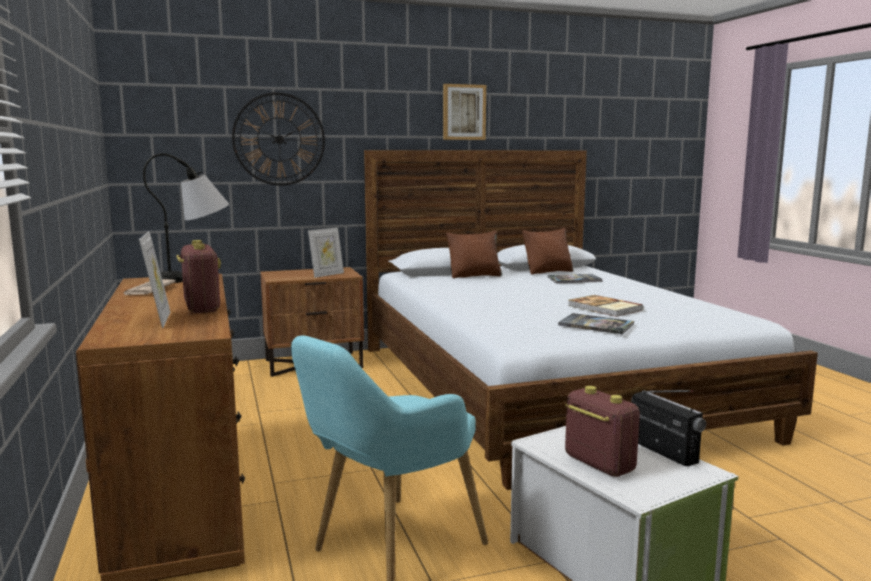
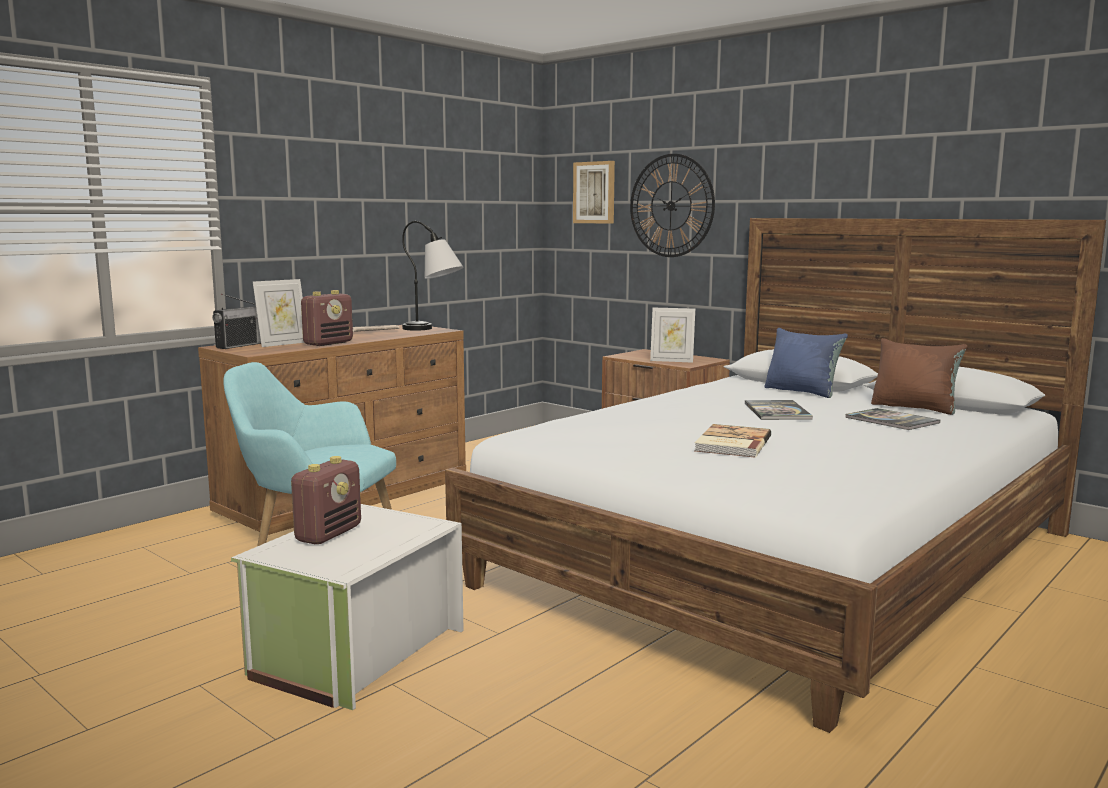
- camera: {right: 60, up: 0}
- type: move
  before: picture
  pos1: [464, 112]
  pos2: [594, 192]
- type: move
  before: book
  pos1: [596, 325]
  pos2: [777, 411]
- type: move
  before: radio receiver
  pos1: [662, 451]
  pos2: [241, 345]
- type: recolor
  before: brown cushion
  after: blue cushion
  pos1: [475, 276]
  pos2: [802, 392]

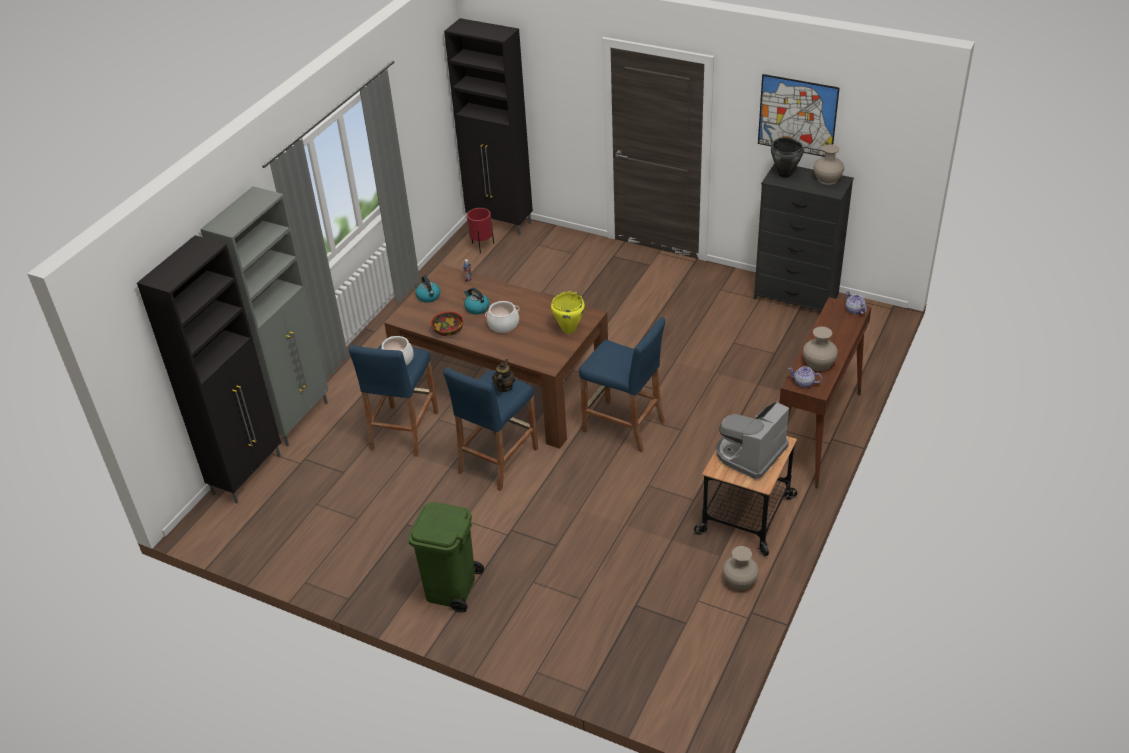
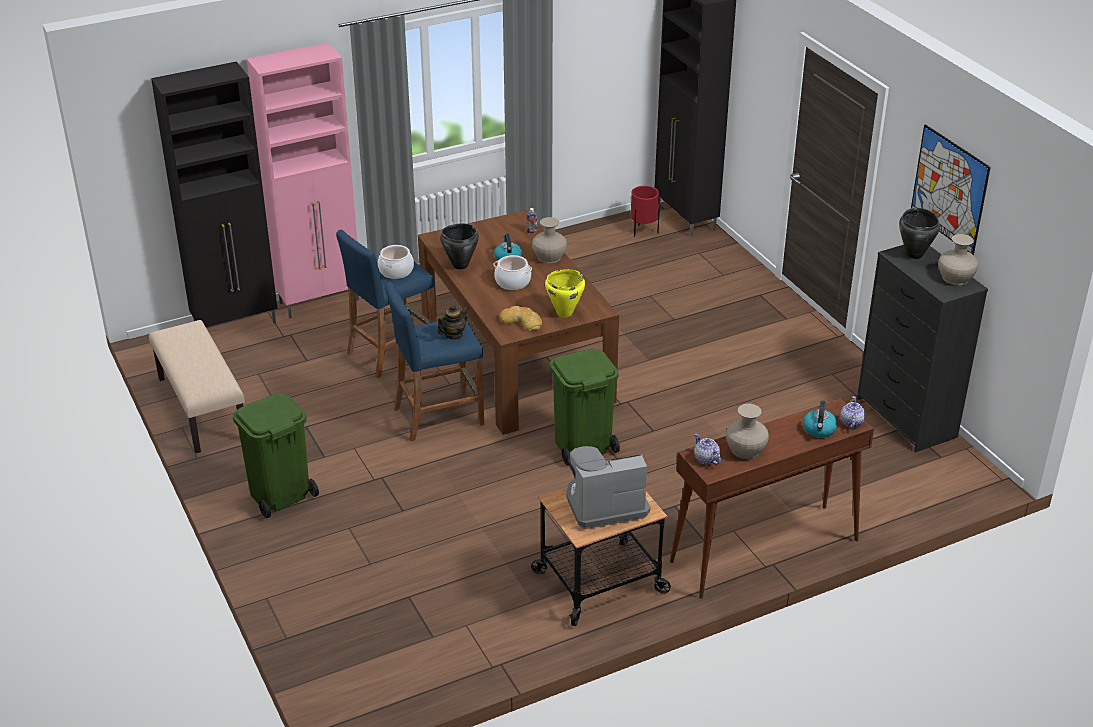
- camera: {right: 35, up: -5}
- type: insert
  after: beige long seat
  pos2: [201, 408]
- type: insert
  after: baked bread
  pos2: [521, 321]
- type: move
  before: water kettle
  pos1: [429, 297]
  pos2: [819, 430]
- type: move
  before: beige vase
  pos1: [739, 581]
  pos2: [549, 257]
- type: replace
  before: serving bowl
  after: black-coloured saucepot
  pos1: [448, 331]
  pos2: [460, 265]
- type: replace
  before: blue stool seat
  after: greenish rubbish bin
  pos1: [623, 426]
  pos2: [582, 446]
- type: recolor
  before: grey cupboard
  after: pink-coloured cupboard
  pos1: [297, 420]
  pos2: [320, 301]

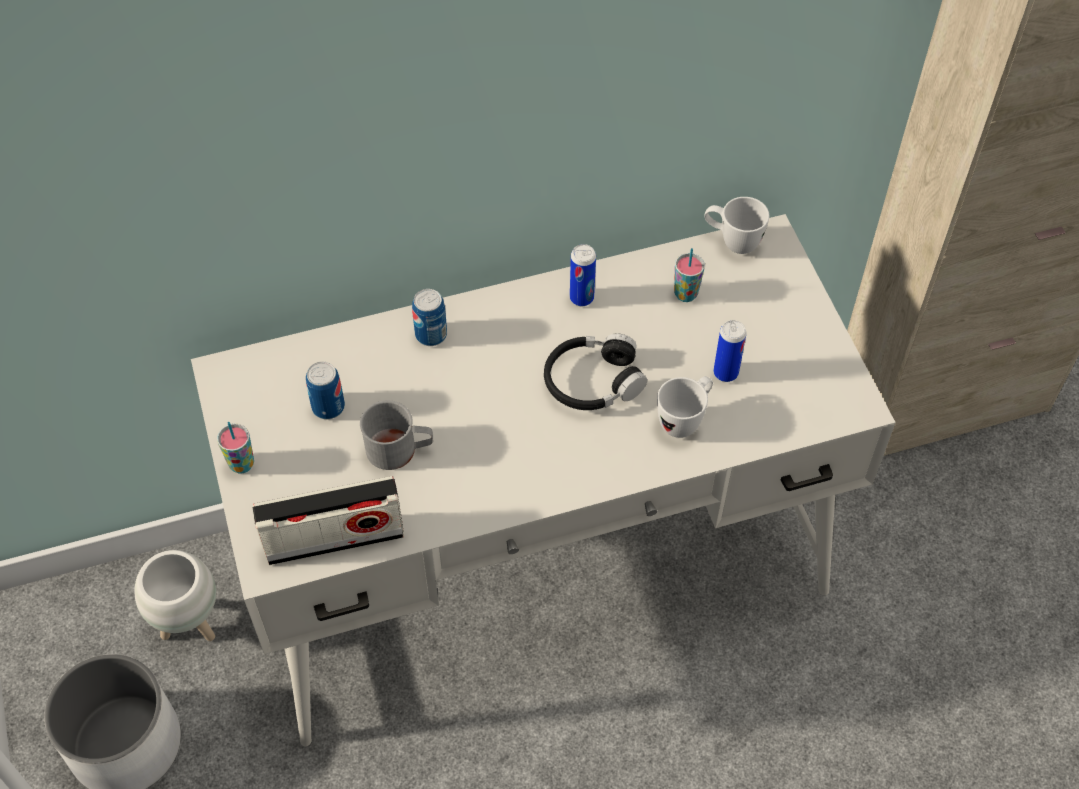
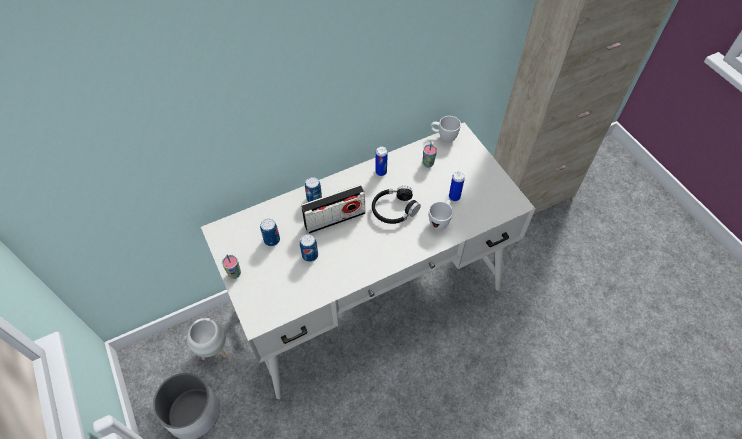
- camera: {right: -10, up: 0}
- type: move
  before: radio receiver
  pos1: [334, 540]
  pos2: [335, 219]
- type: replace
  before: grey coffee mug
  after: sealed can
  pos1: [399, 449]
  pos2: [310, 255]

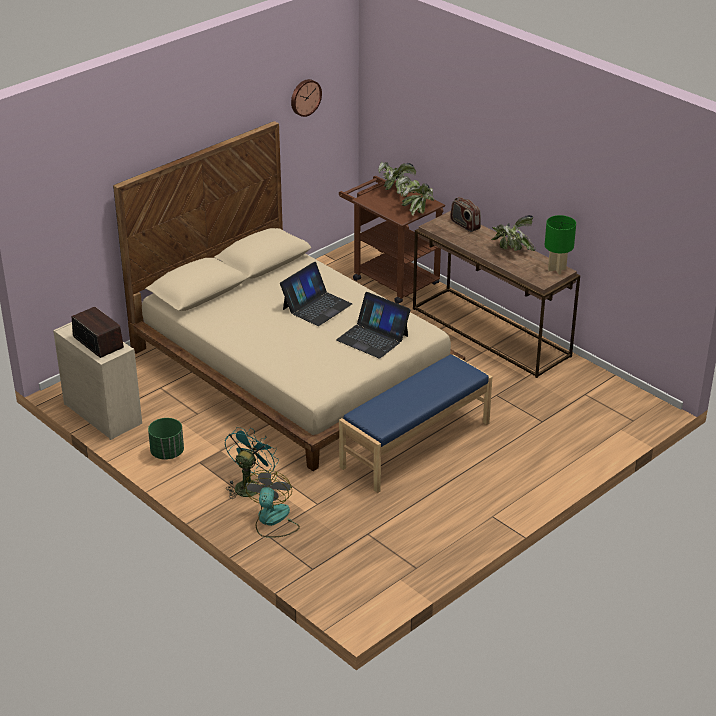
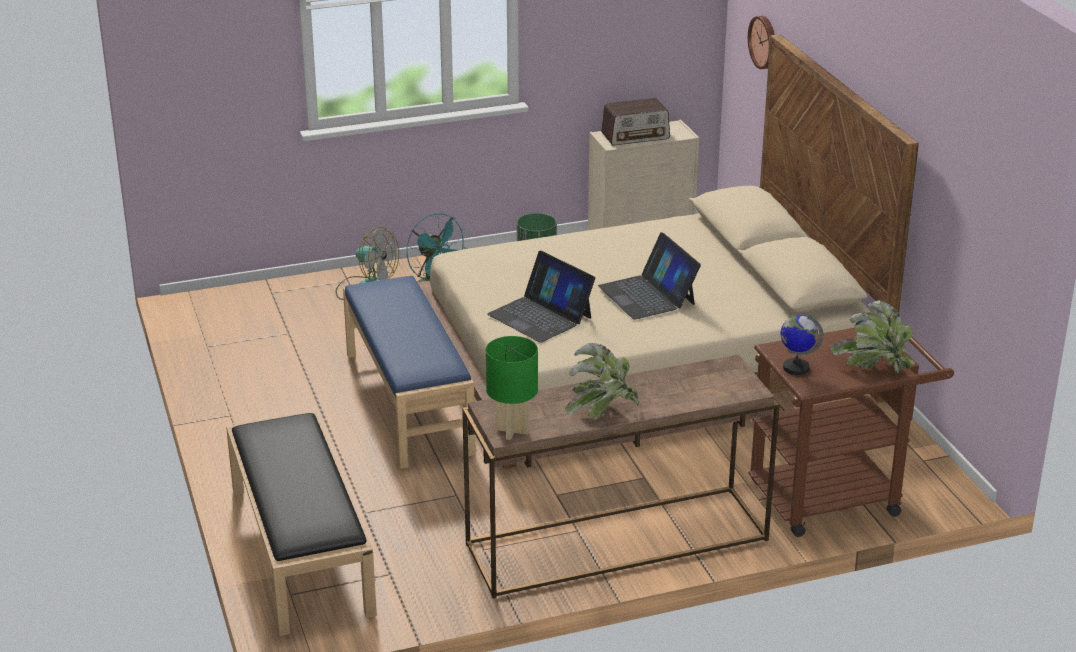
- camera: {right: 115, up: -5}
- type: delete
  before: radio receiver
  pos1: [465, 225]
- type: insert
  after: black-coloured long seat
  pos2: [299, 548]
- type: move
  before: hanging clock
  pos1: [305, 97]
  pos2: [764, 42]
- type: replace
  before: plant in a pot
  after: globe
  pos1: [416, 210]
  pos2: [796, 368]
- type: rotate
  before: laptop
  pos1: [373, 338]
  pos2: [540, 316]
  turn: -105

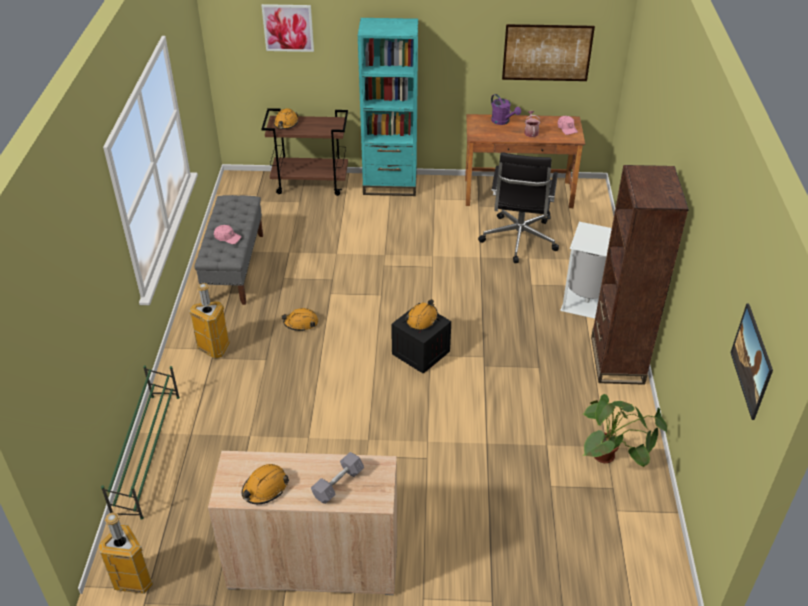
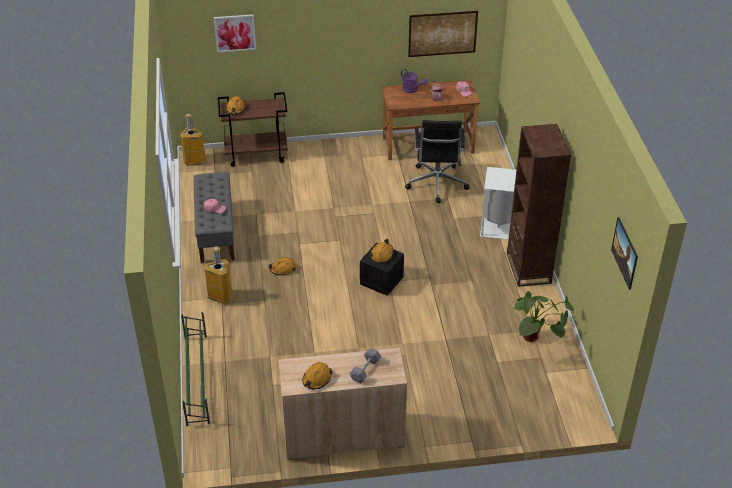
- camera: {right: -10, up: 0}
- type: delete
  before: turquoise-coloured shelving unit
  pos1: [390, 185]
- type: move
  before: rubbish bin
  pos1: [134, 581]
  pos2: [195, 162]

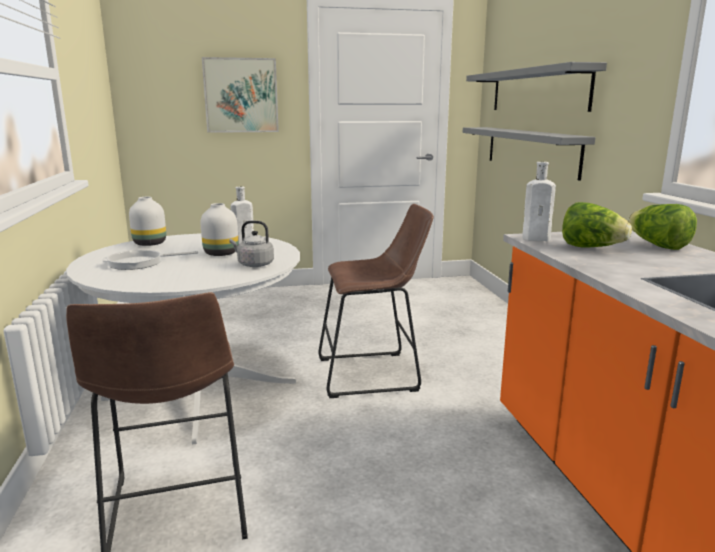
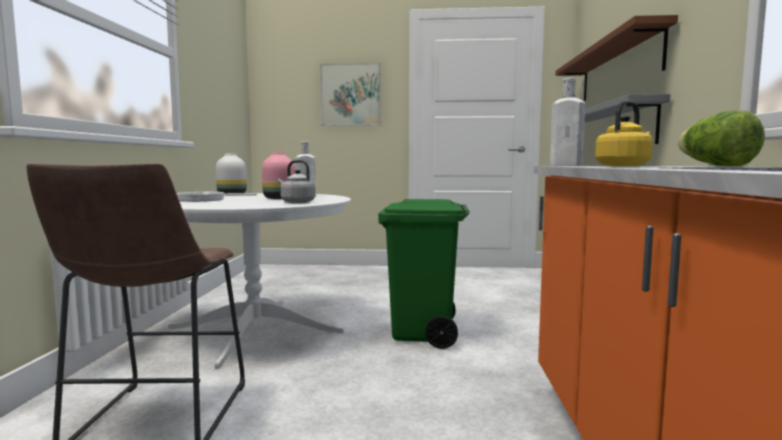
- camera: {right: 15, up: -10}
- type: replace
  before: brown stool seat
  after: greenish rubbish bin
  pos1: [374, 374]
  pos2: [423, 333]
- type: replace
  before: lettuce
  after: yellow-coloured water kettle
  pos1: [591, 247]
  pos2: [624, 166]
- type: recolor
  before: white-coloured vase
  after: pink-coloured vase
  pos1: [220, 253]
  pos2: [279, 198]
- type: recolor
  before: grey wall shelf
  after: brown wall shelf
  pos1: [537, 90]
  pos2: [618, 68]

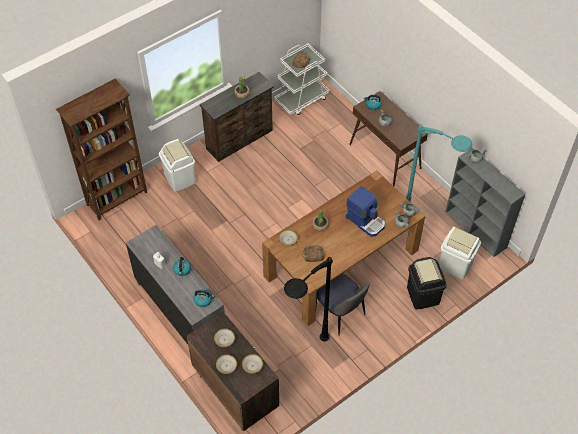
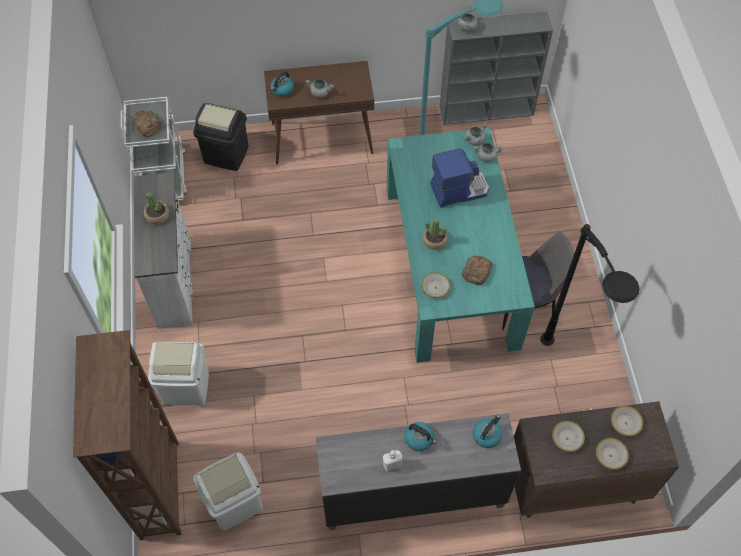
- camera: {right: -60, up: 5}
- type: move
  before: black-coloured rubbish bin
  pos1: [422, 295]
  pos2: [226, 155]
- type: move
  before: white-coloured rubbish bin
  pos1: [455, 265]
  pos2: [234, 502]
- type: recolor
  before: brown chest of drawers
  after: white-coloured chest of drawers
  pos1: [240, 140]
  pos2: [175, 279]
- type: recolor
  before: brown dinner table
  after: turquoise-coloured dinner table
  pos1: [341, 263]
  pos2: [450, 266]

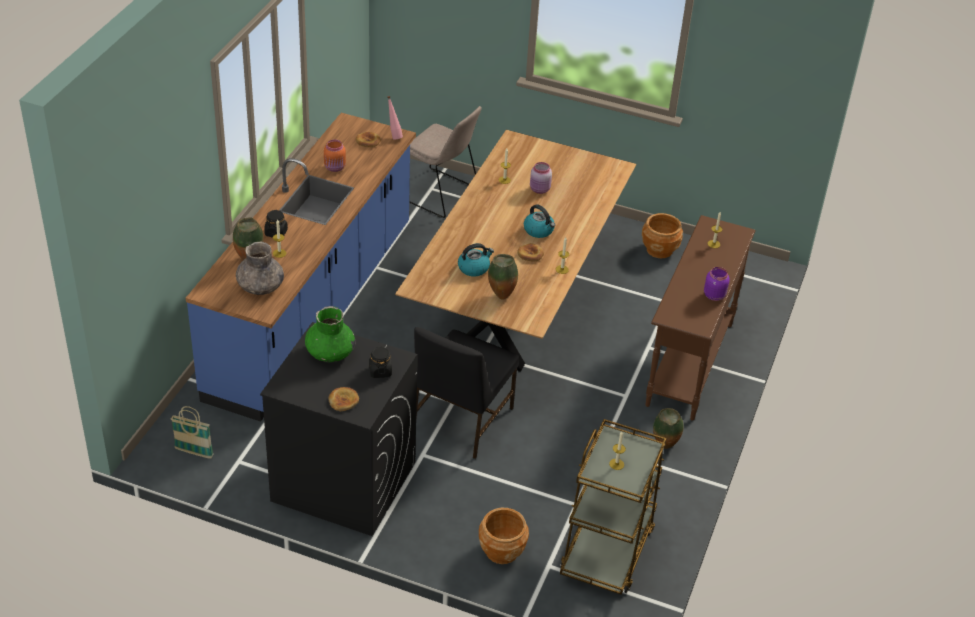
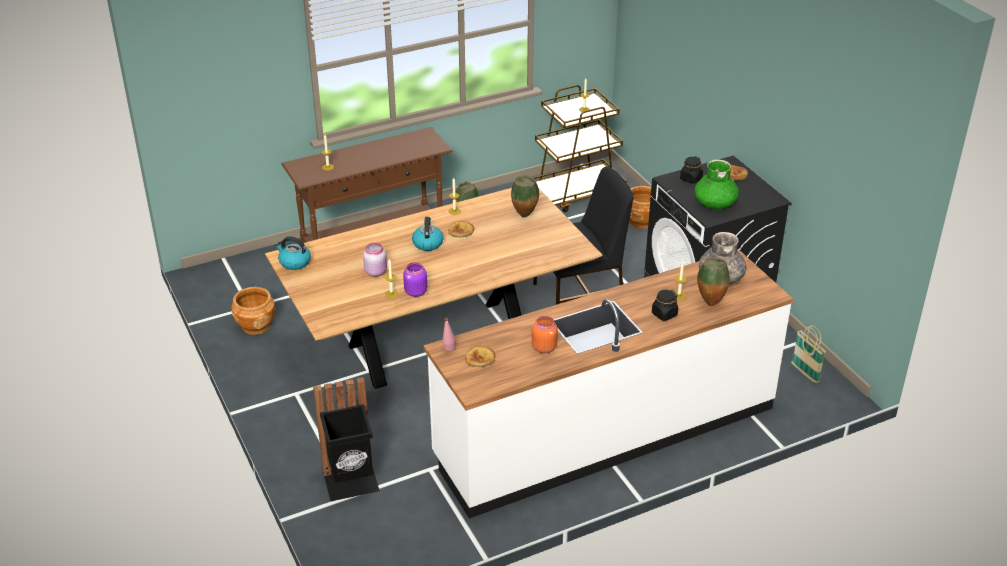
- camera: {right: -135, up: -5}
- type: move
  before: water kettle
  pos1: [474, 268]
  pos2: [294, 262]
- type: move
  before: purple-coloured storage jar
  pos1: [715, 295]
  pos2: [415, 292]
- type: replace
  before: beige plain chair
  after: black-coloured rubbish bin
  pos1: [440, 194]
  pos2: [352, 483]
- type: recolor
  before: blue kitchen base unit
  after: white-coloured kitchen base unit
  pos1: [313, 311]
  pos2: [605, 432]

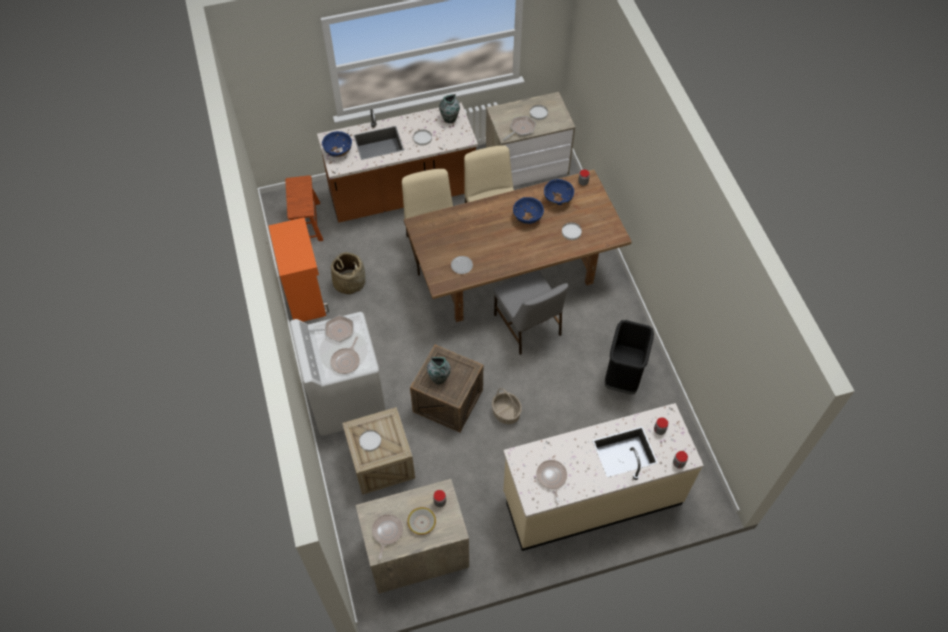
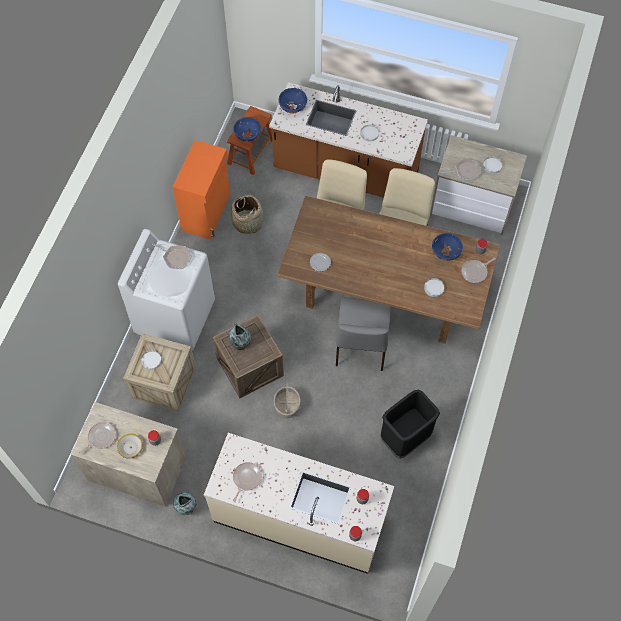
- camera: {right: 35, up: 5}
- type: move
  before: frying pan
  pos1: [346, 361]
  pos2: [475, 272]
- type: move
  before: vase
  pos1: [449, 119]
  pos2: [186, 508]
- type: move
  before: blue serving bowl
  pos1: [527, 218]
  pos2: [248, 136]

